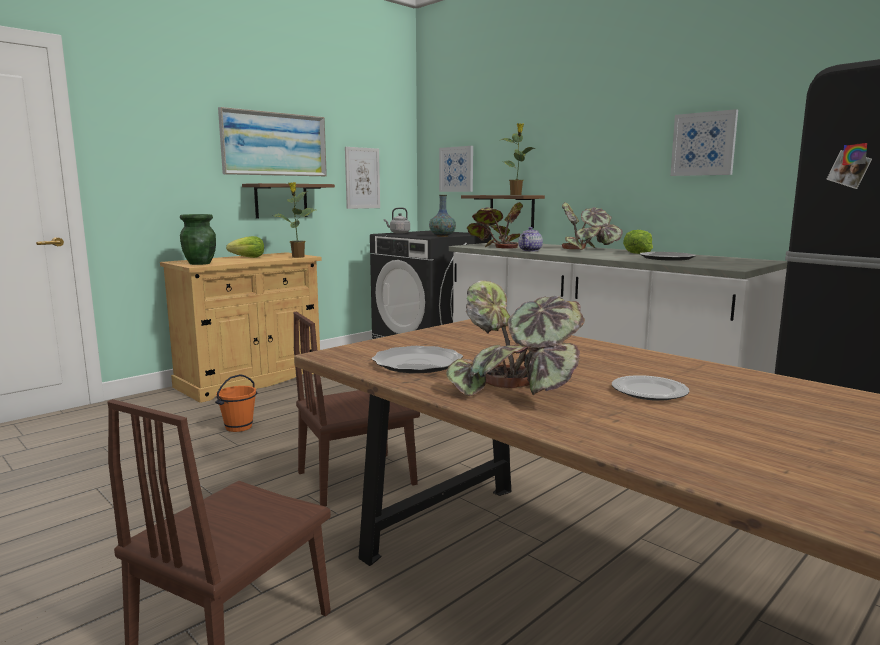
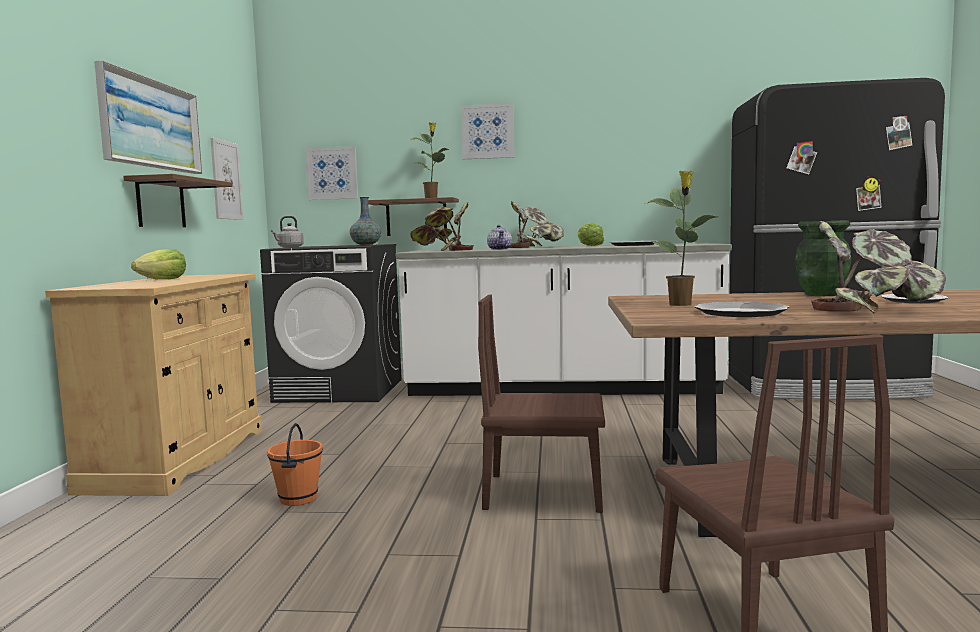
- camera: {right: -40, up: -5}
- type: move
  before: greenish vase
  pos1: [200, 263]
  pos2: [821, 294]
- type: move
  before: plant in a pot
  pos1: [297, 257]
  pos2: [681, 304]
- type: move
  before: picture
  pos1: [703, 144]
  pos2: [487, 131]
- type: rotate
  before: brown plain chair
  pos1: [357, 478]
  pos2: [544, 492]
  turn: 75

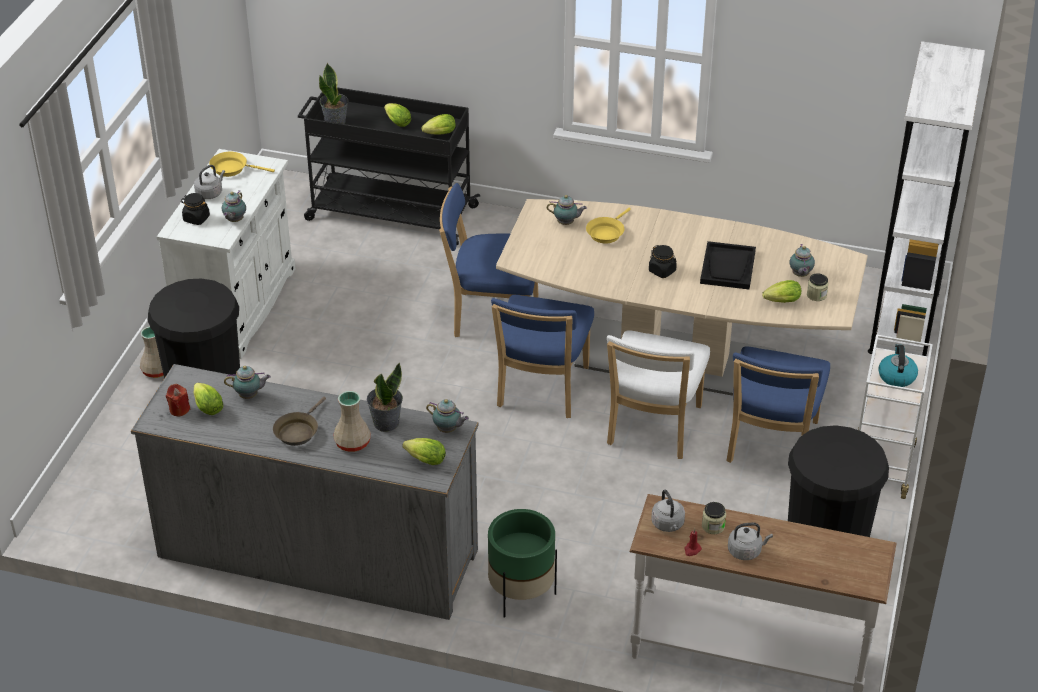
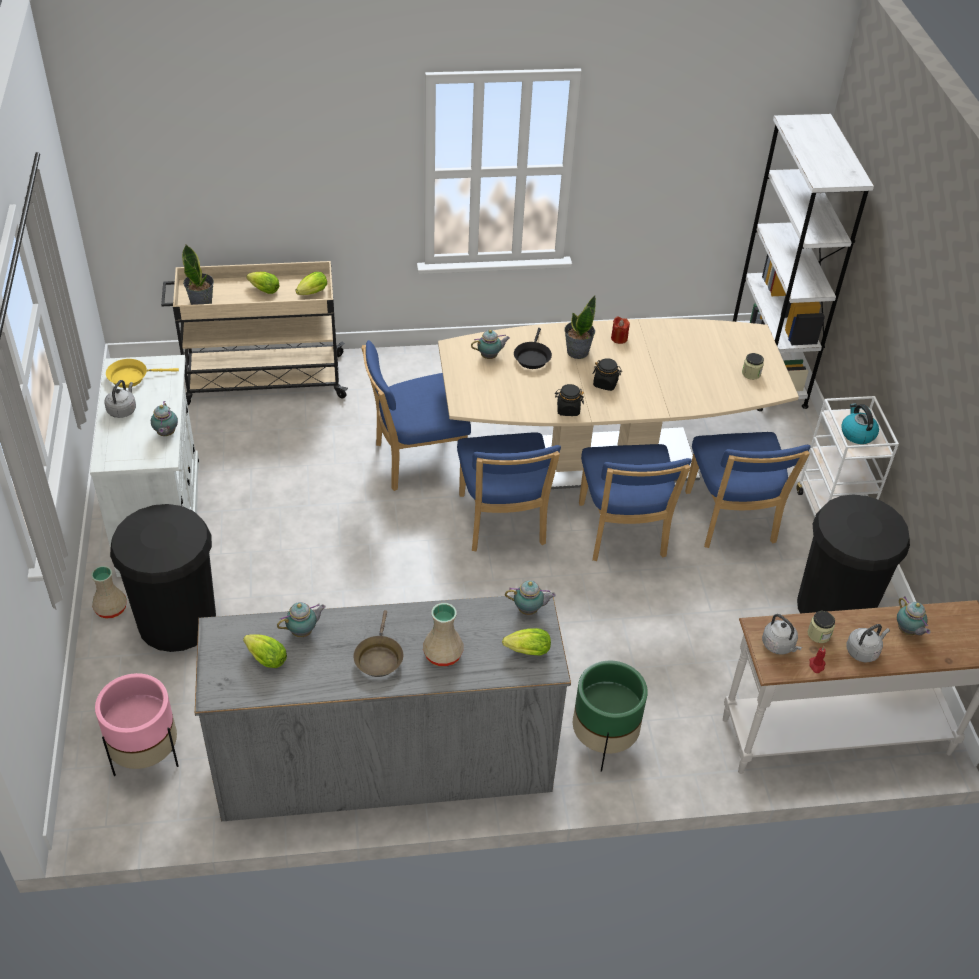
- camera: {right: -25, up: 5}
- type: delete
  before: black-coloured serving tray
  pos1: [728, 267]
- type: delete
  before: lettuce
  pos1: [780, 302]
- type: insert
  after: pink-coloured flower pot
  pos2: [145, 755]
- type: move
  before: red-coloured wax candle
  pos1: [179, 409]
  pos2: [619, 338]
- type: move
  before: black-coloured storage jar
  pos1: [196, 218]
  pos2: [568, 409]
- type: move
  before: plant in a pot
  pos1: [385, 422]
  pos2: [577, 352]
- type: move
  before: tea pot
  pos1: [800, 275]
  pos2: [907, 631]
- type: recolor
  before: black-coloured trolley
  after: beige trolley
  pos1: [389, 213]
  pos2: [262, 380]
- type: recolor
  before: yellow-coloured frying pan
  after: black-coloured frying pan
  pos1: [606, 232]
  pos2: [532, 357]
- type: recolor
  before: white-coloured plain chair
  after: blue plain chair
  pos1: [652, 429]
  pos2: [622, 534]

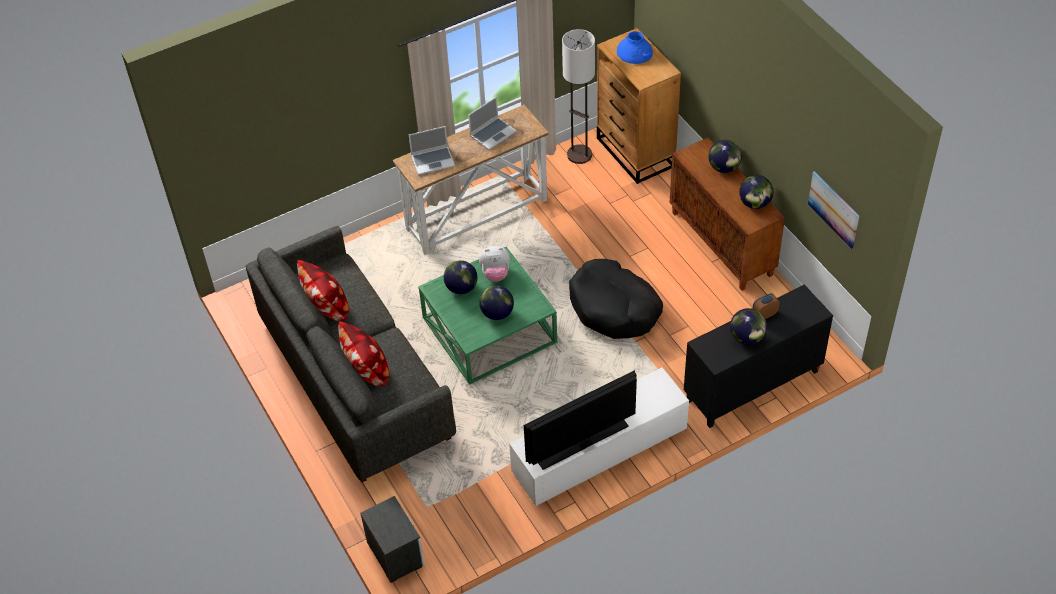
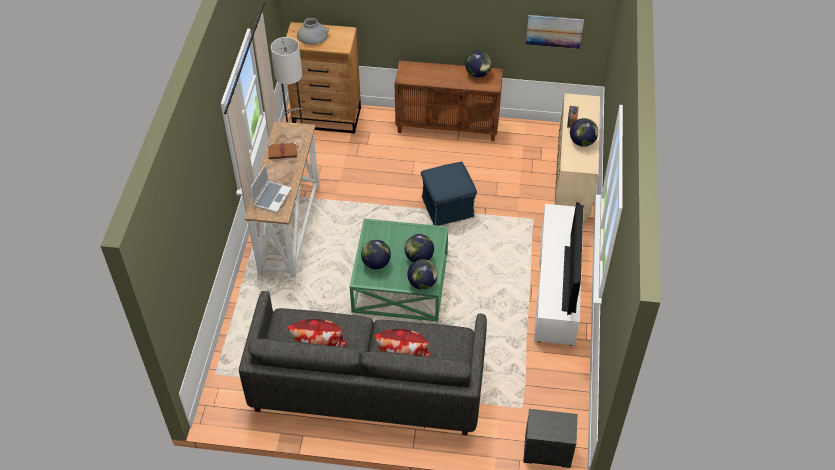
- camera: {right: -55, up: 0}
- type: delete
  before: cuddly toy
  pos1: [495, 274]
- type: move
  before: globe
  pos1: [724, 168]
  pos2: [422, 283]
- type: replace
  before: laptop
  after: brown book
  pos1: [493, 133]
  pos2: [283, 152]
- type: replace
  before: black-coloured dog bed
  after: blue footrest
  pos1: [614, 308]
  pos2: [447, 207]
- type: recolor
  before: blue vase
  after: grey vase
  pos1: [634, 52]
  pos2: [312, 36]
- type: recolor
  before: black-coloured cupboard
  after: beige cupboard
  pos1: [752, 386]
  pos2: [573, 183]

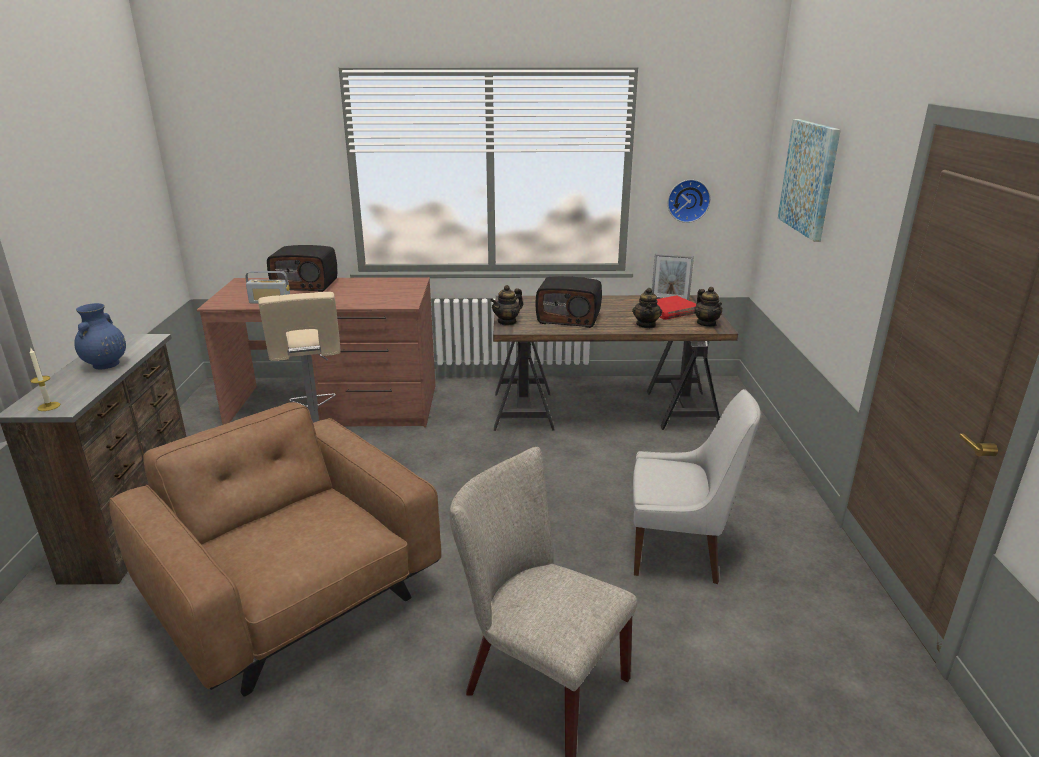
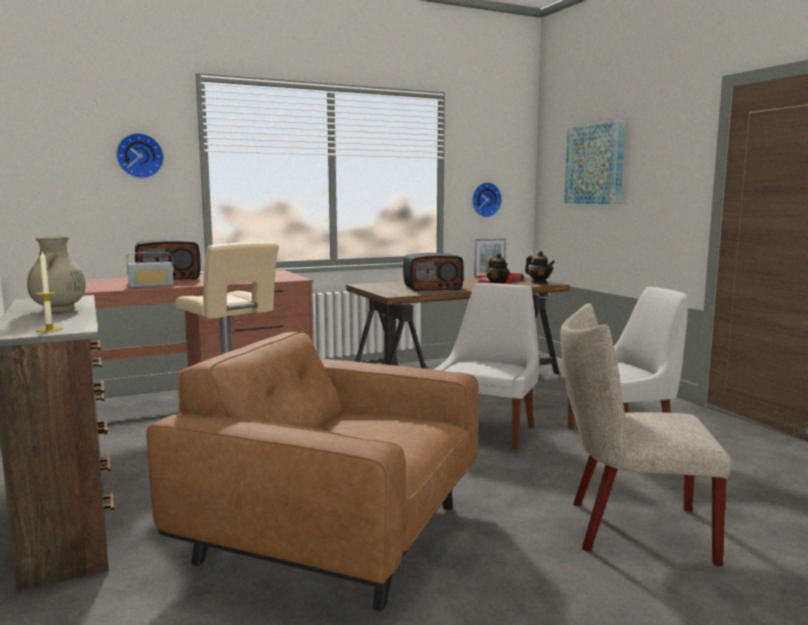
- camera: {right: -25, up: -15}
- type: delete
  before: tea pot
  pos1: [507, 322]
- type: insert
  after: hanging clock
  pos2: [140, 156]
- type: insert
  after: white-coloured plain chair
  pos2: [489, 432]
- type: recolor
  before: blue vase
  after: beige vase
  pos1: [105, 365]
  pos2: [59, 310]

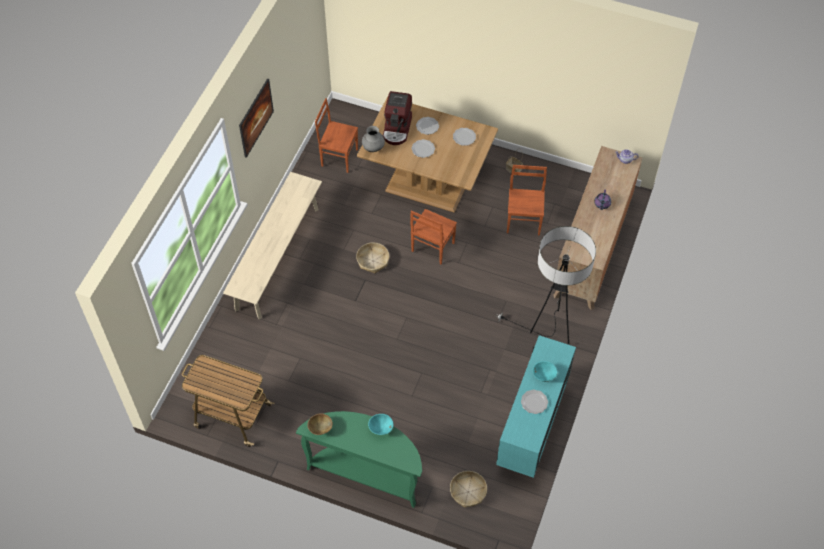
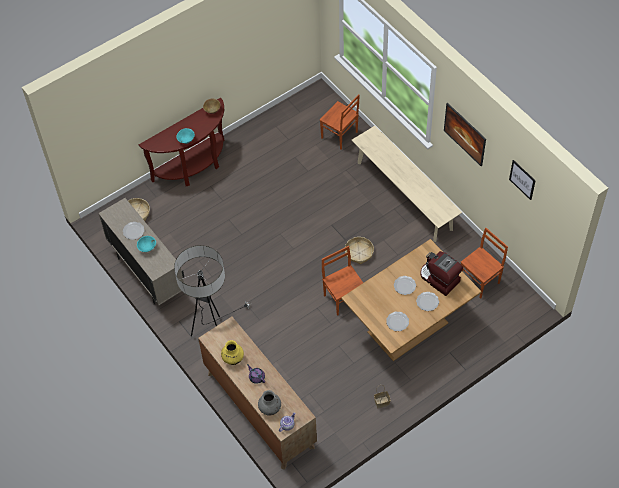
- camera: {right: 125, up: 0}
- type: delete
  before: trolley
  pos1: [231, 415]
- type: insert
  after: yellow-coloured vase
  pos2: [233, 358]
- type: insert
  after: picture
  pos2: [522, 179]
- type: move
  before: grey vase
  pos1: [373, 148]
  pos2: [270, 408]
- type: move
  before: brown plain chair
  pos1: [524, 222]
  pos2: [339, 135]
- type: recolor
  before: greenish narrow table
  after: brown narrow table
  pos1: [366, 473]
  pos2: [194, 167]
- type: recolor
  before: turquoise-coloured cupboard
  after: beige cupboard
  pos1: [531, 430]
  pos2: [147, 274]

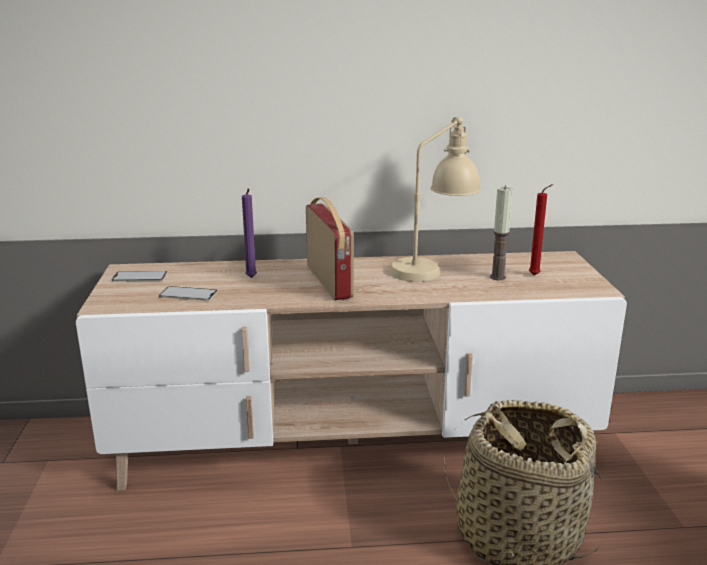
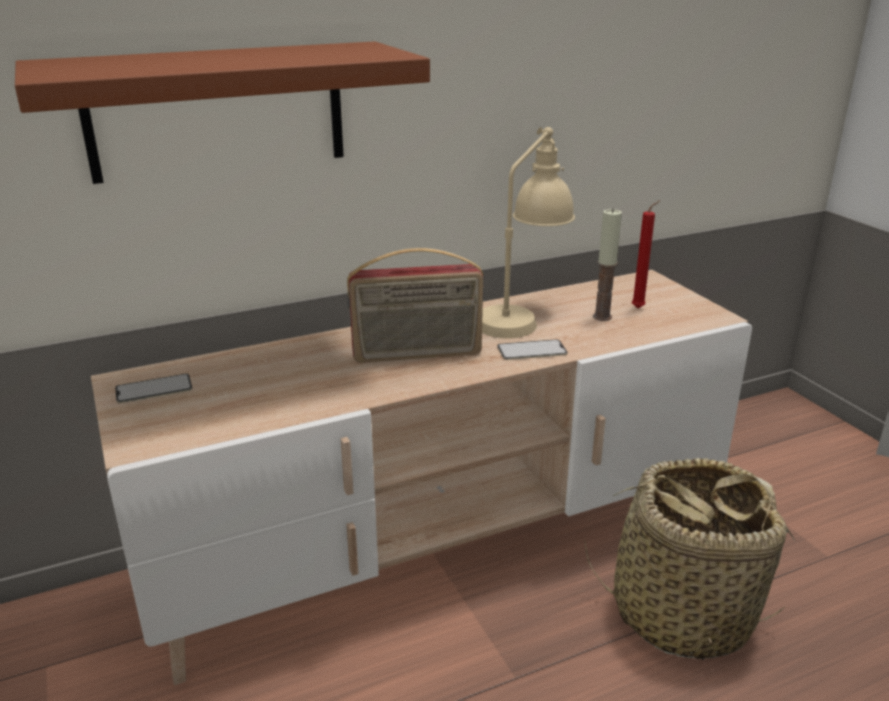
- camera: {right: -20, up: 5}
- type: delete
  before: purple-coloured wax candle
  pos1: [251, 278]
- type: insert
  after: brown wall shelf
  pos2: [217, 111]
- type: move
  before: telephone
  pos1: [188, 294]
  pos2: [532, 350]
- type: rotate
  before: radio receiver
  pos1: [330, 282]
  pos2: [417, 354]
  turn: 120

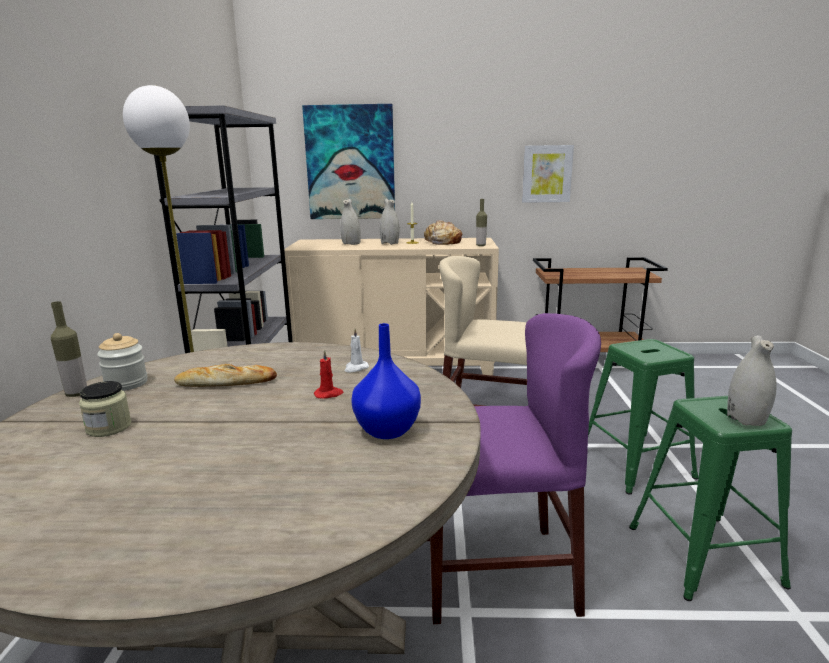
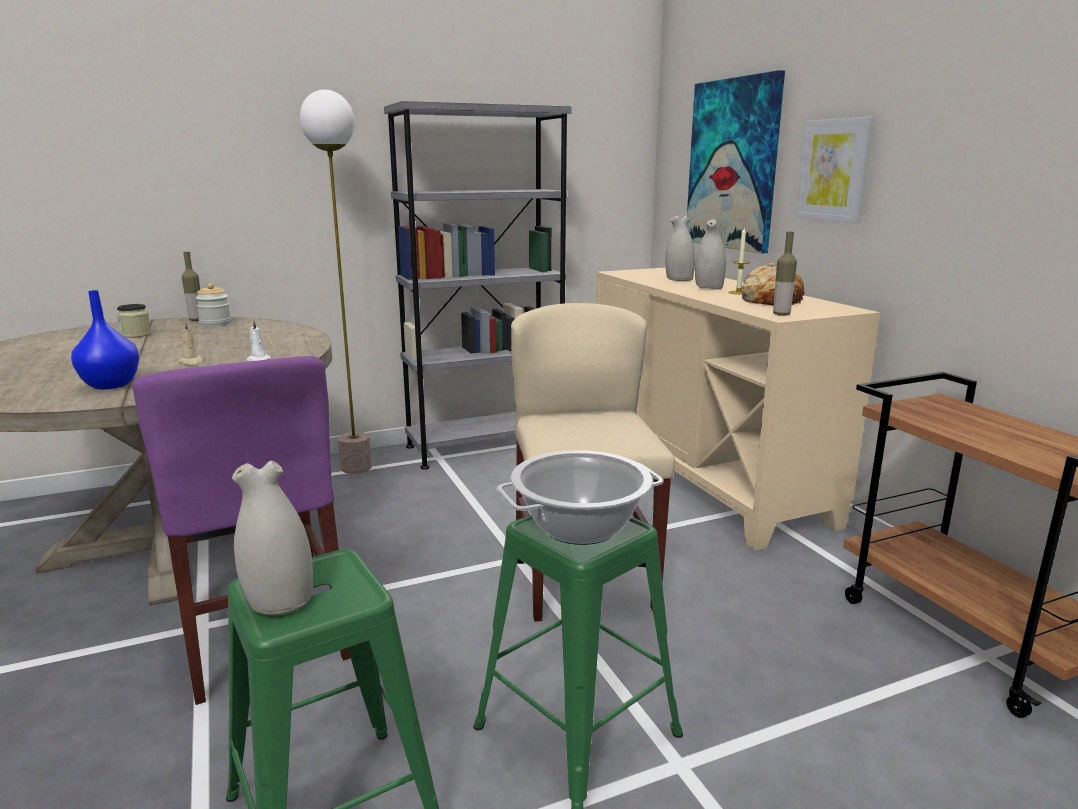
- camera: {right: 65, up: 0}
- type: delete
  before: baked bread
  pos1: [226, 382]
- type: insert
  after: saucepot
  pos2: [580, 527]
- type: move
  before: picture
  pos1: [547, 174]
  pos2: [834, 170]
- type: recolor
  before: red-coloured wax candle
  after: beige wax candle
  pos1: [329, 394]
  pos2: [192, 362]

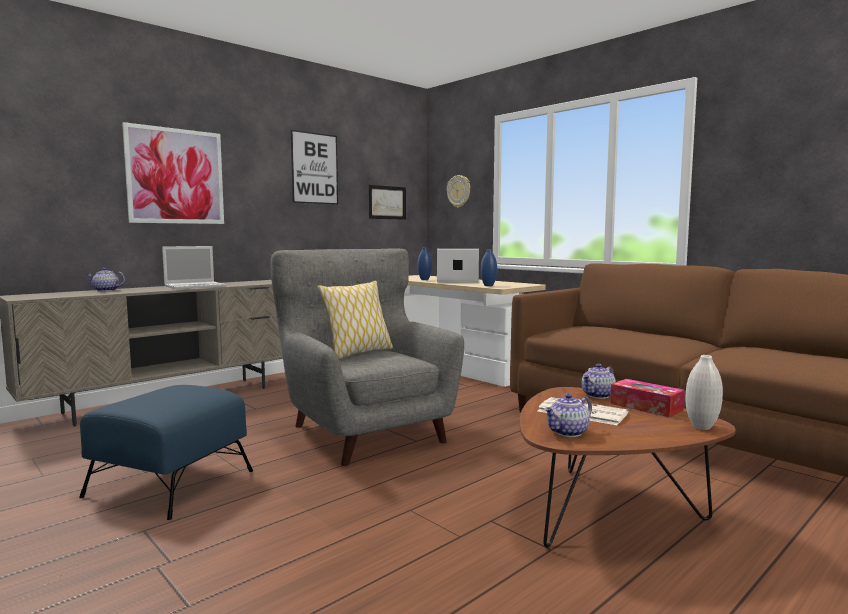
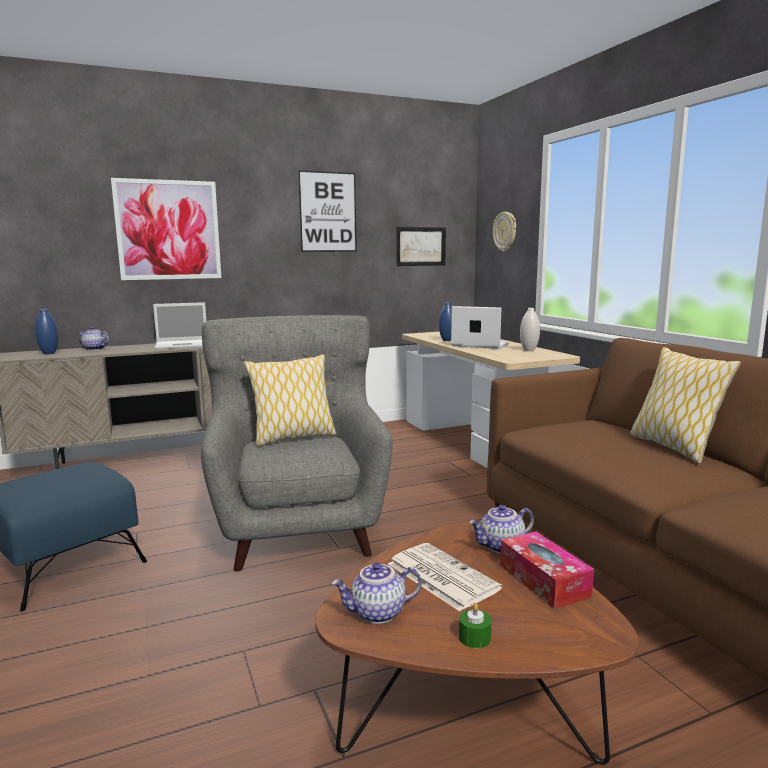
- camera: {right: 20, up: 5}
- type: insert
  after: greenish wax candle
  pos2: [474, 637]
- type: insert
  after: cushion
  pos2: [674, 447]
- type: move
  before: blue vase
  pos1: [488, 286]
  pos2: [49, 353]
- type: move
  before: white-coloured vase
  pos1: [701, 427]
  pos2: [529, 350]

